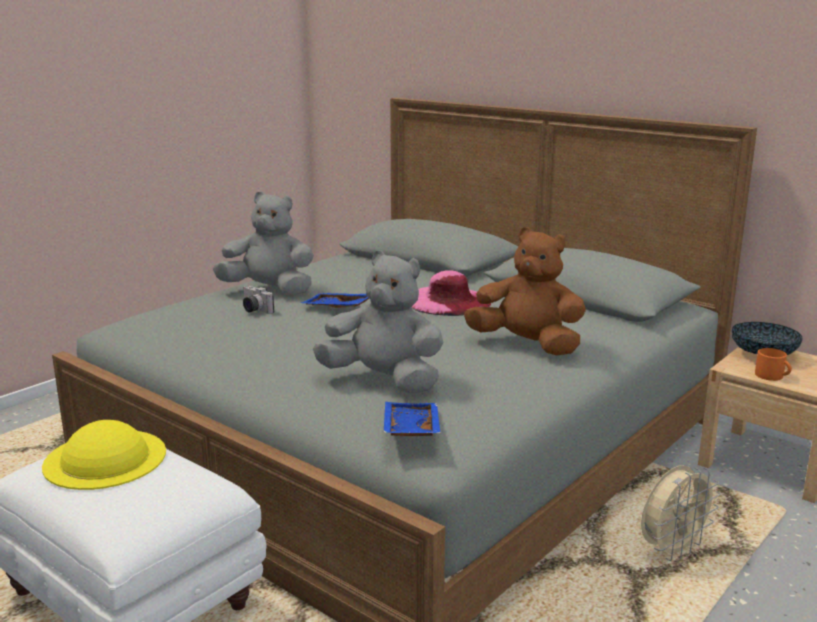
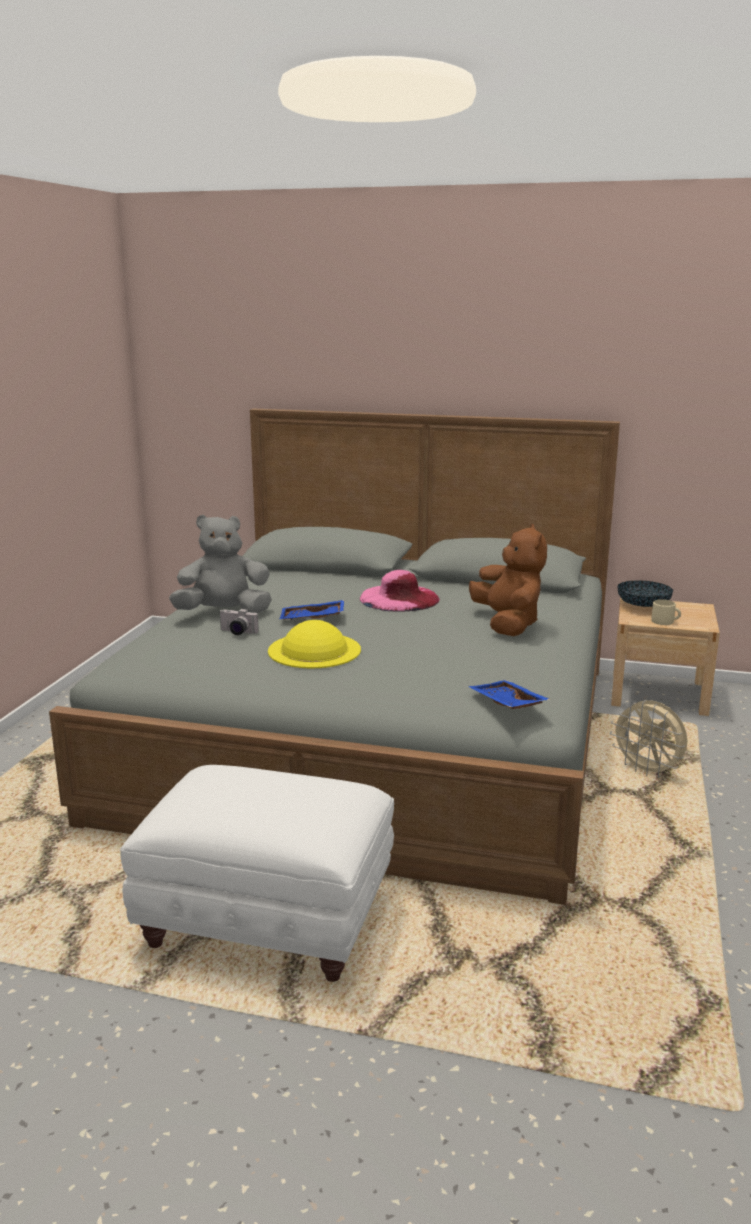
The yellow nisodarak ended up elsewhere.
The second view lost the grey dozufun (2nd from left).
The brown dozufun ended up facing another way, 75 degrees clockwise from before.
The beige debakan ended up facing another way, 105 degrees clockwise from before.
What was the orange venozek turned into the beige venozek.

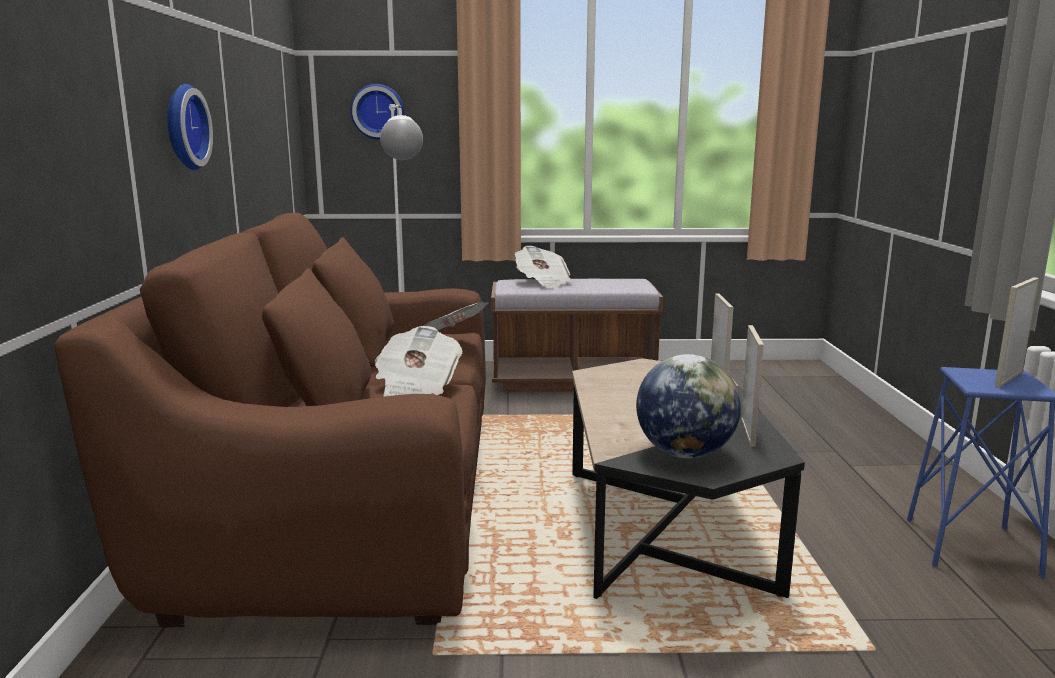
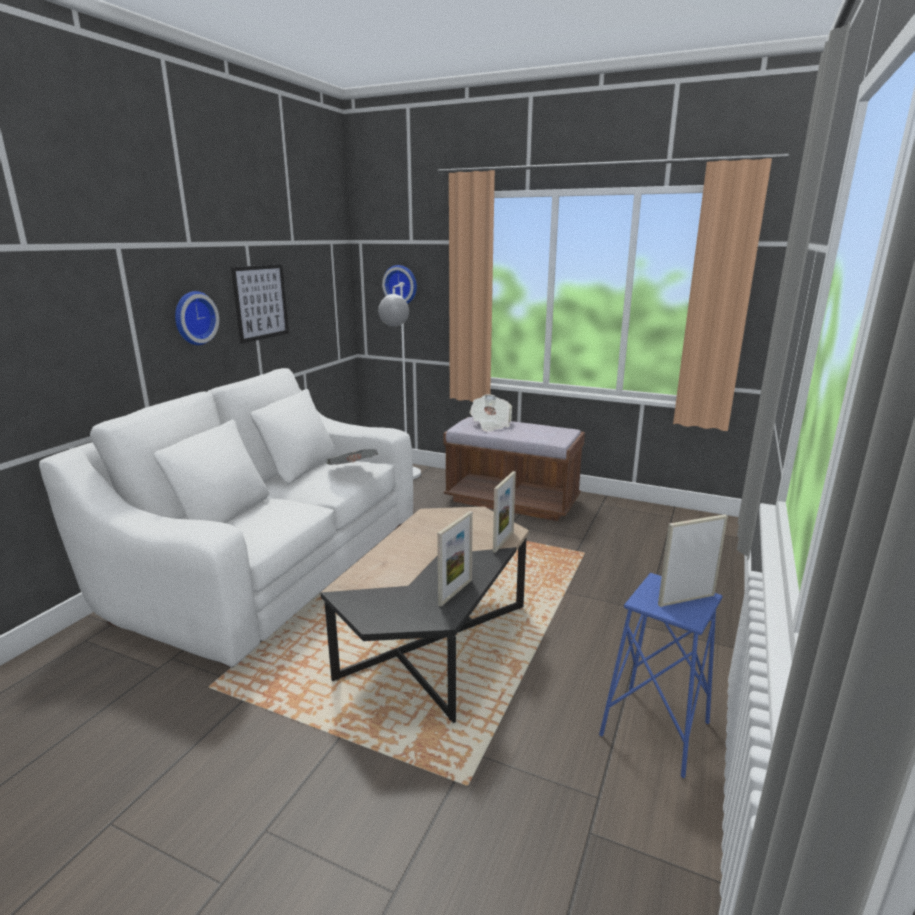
What was the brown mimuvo turned into the white mimuvo.
The second view lost the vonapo (1st from left).
The second view lost the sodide.
The second view gained the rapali.

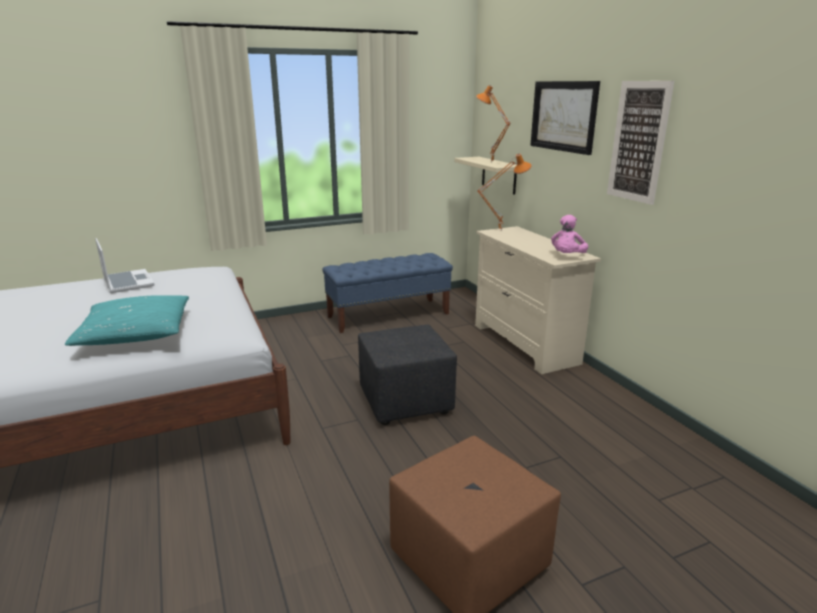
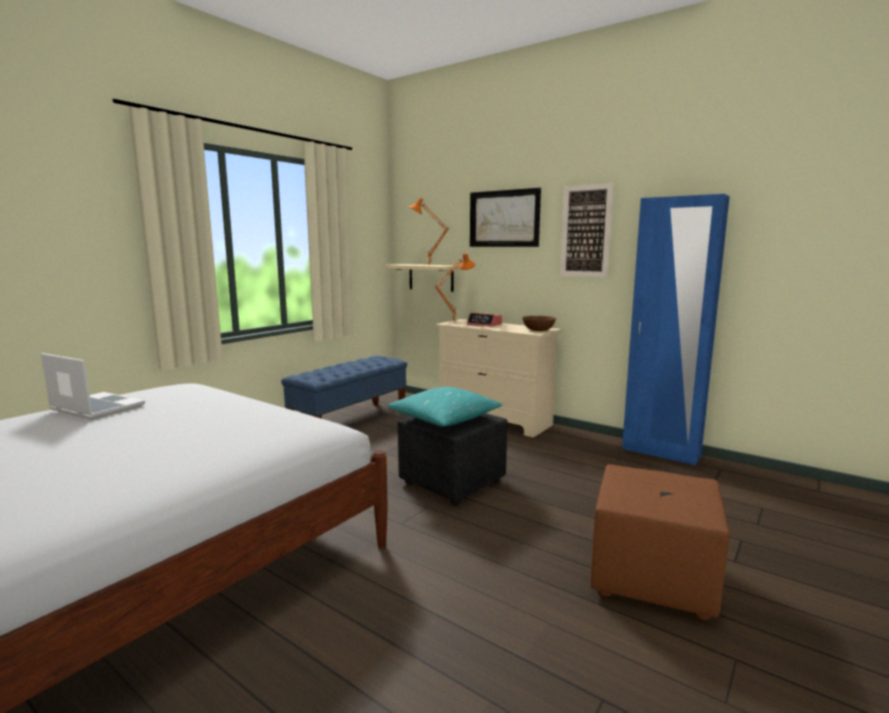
The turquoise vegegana ended up elsewhere.
Where the pink dozufun stood, the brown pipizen came to stand.
The second view gained the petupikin.
The second view gained the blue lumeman.

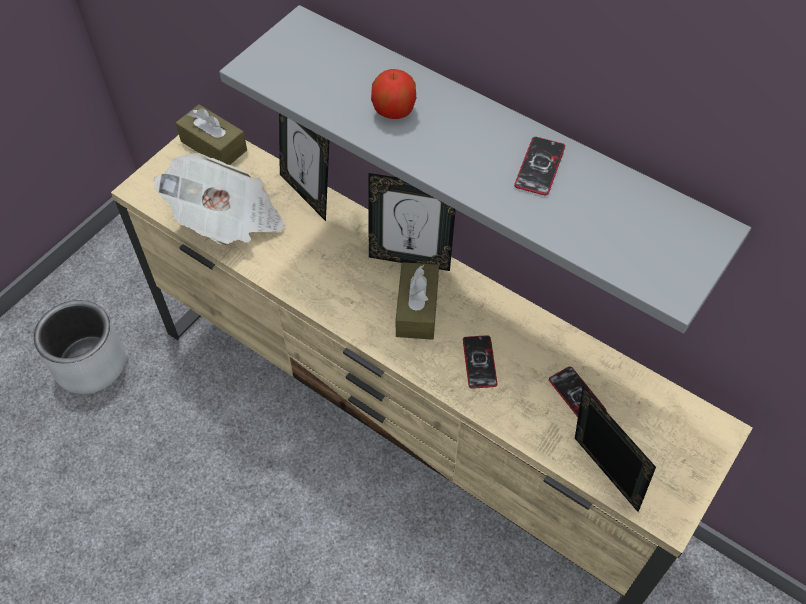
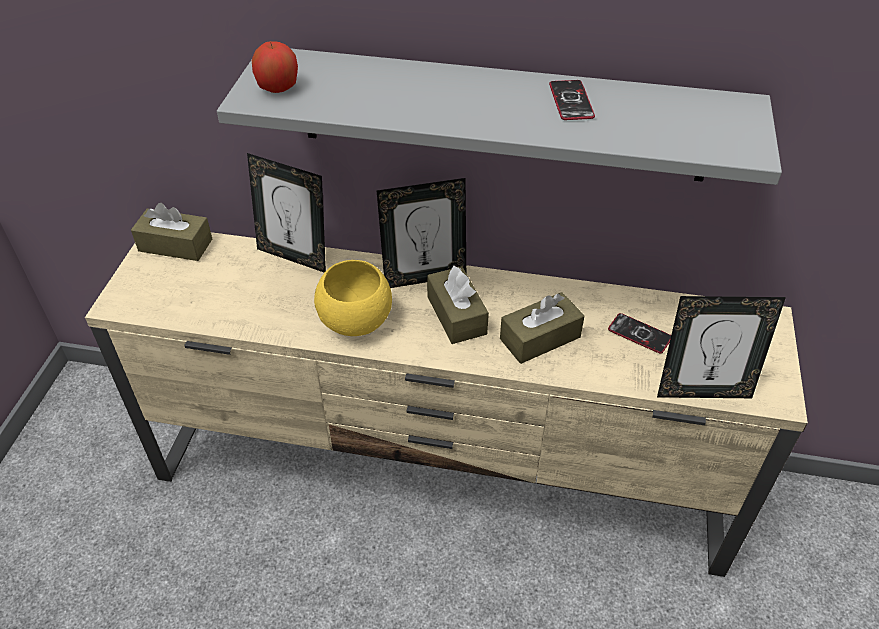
The second view lost the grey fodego.
The second view lost the vonapo.
The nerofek ended up elsewhere.
Where the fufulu (1st from left) stood, the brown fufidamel (3rd from left) came to stand.
The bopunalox (3rd from left) ended up facing another way, 150 degrees clockwise from before.
The second view gained the yellow pipizen.

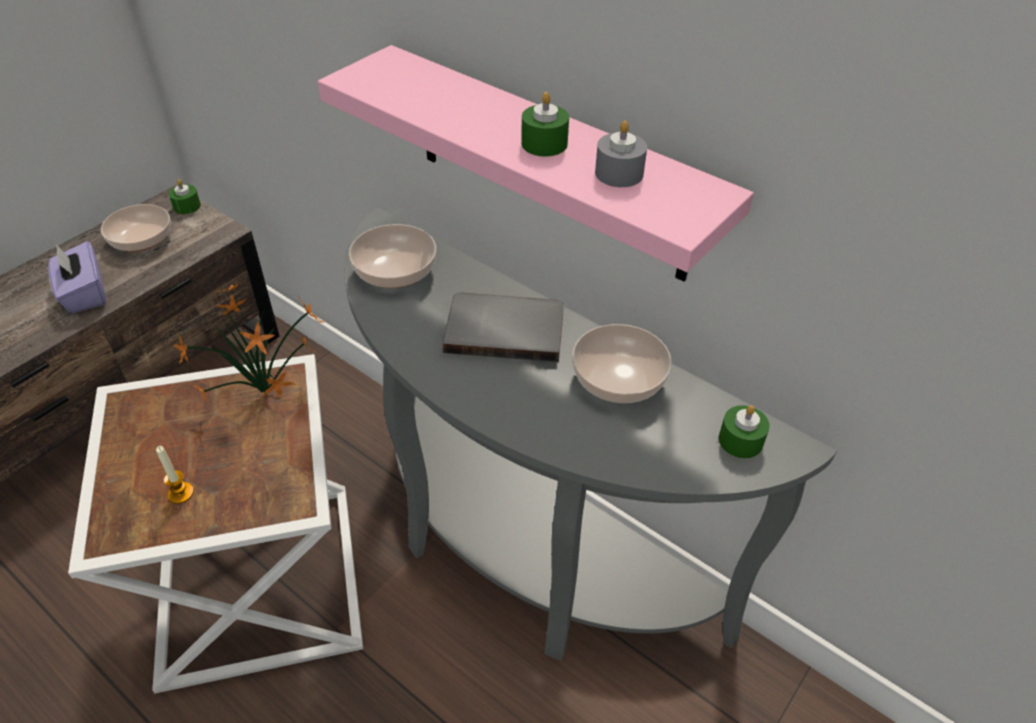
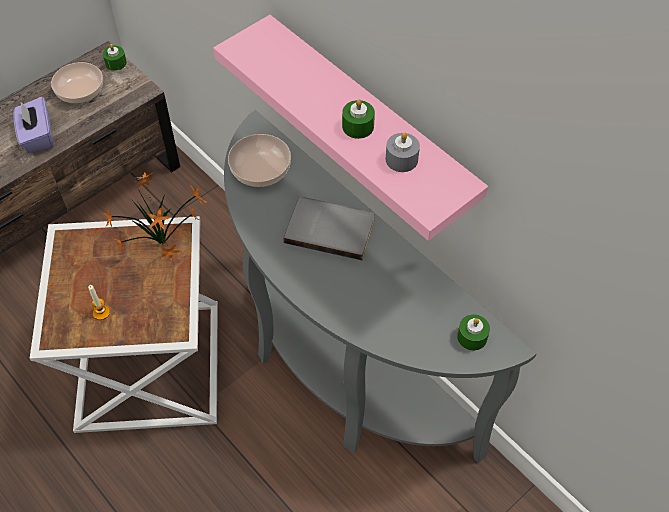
The second view lost the pipizen (3rd from left).

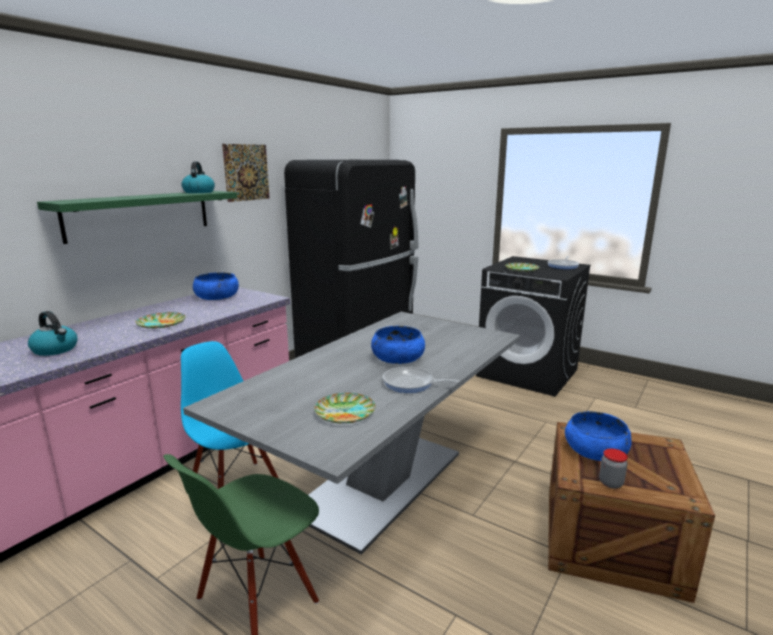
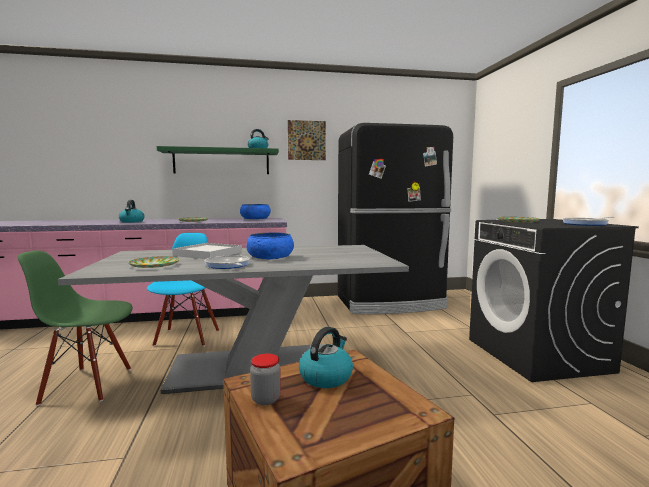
Where the blue pipizen (3rd from left) stood, the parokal (3rd from left) came to stand.
The second view gained the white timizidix.

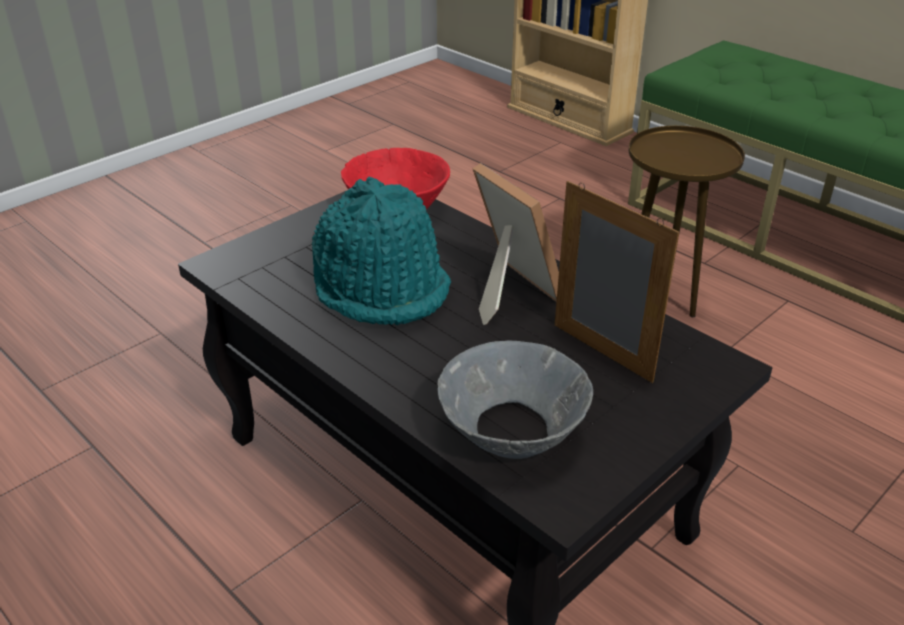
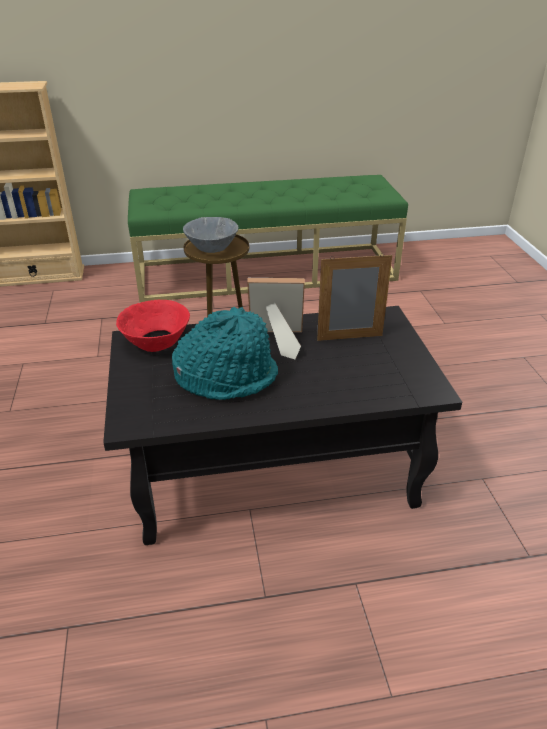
The grey pipizen ended up elsewhere.

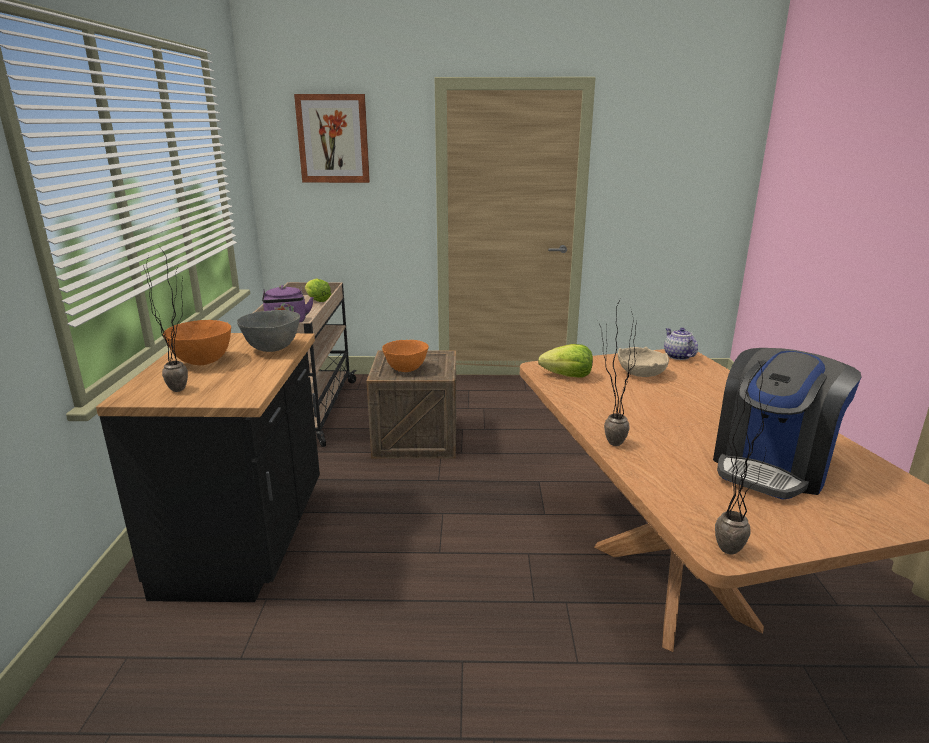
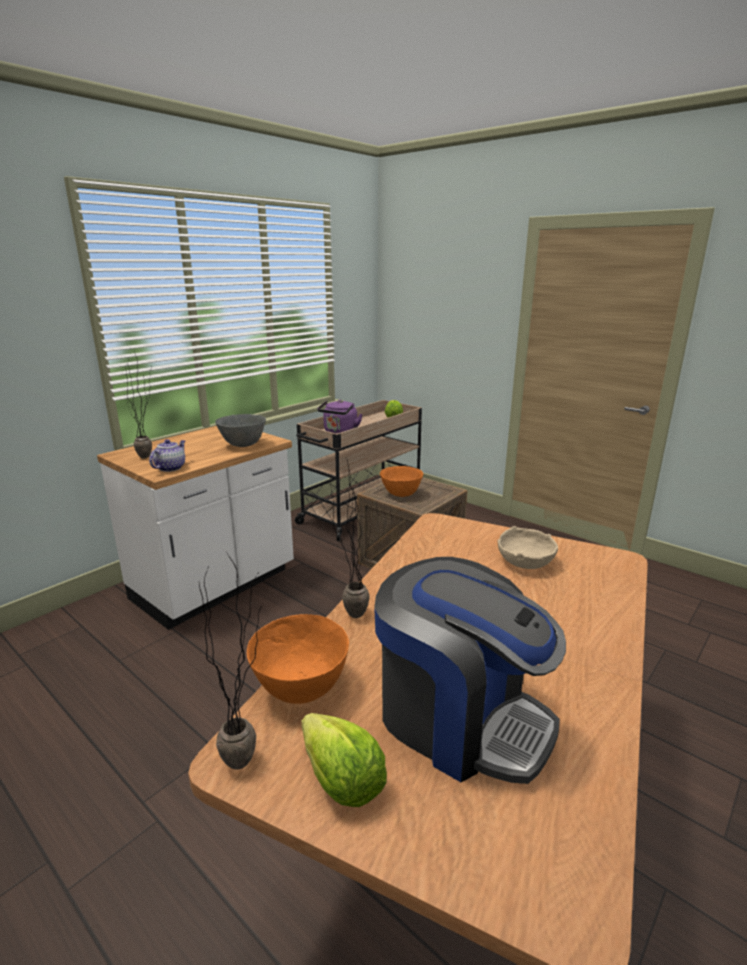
What was the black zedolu turned into the white zedolu.
The orange pipizen (1st from left) ended up elsewhere.
The second view lost the rapali.
The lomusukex (2nd from left in the first image) ended up elsewhere.
The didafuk ended up elsewhere.
The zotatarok ended up facing another way, 135 degrees counterclockwise from before.

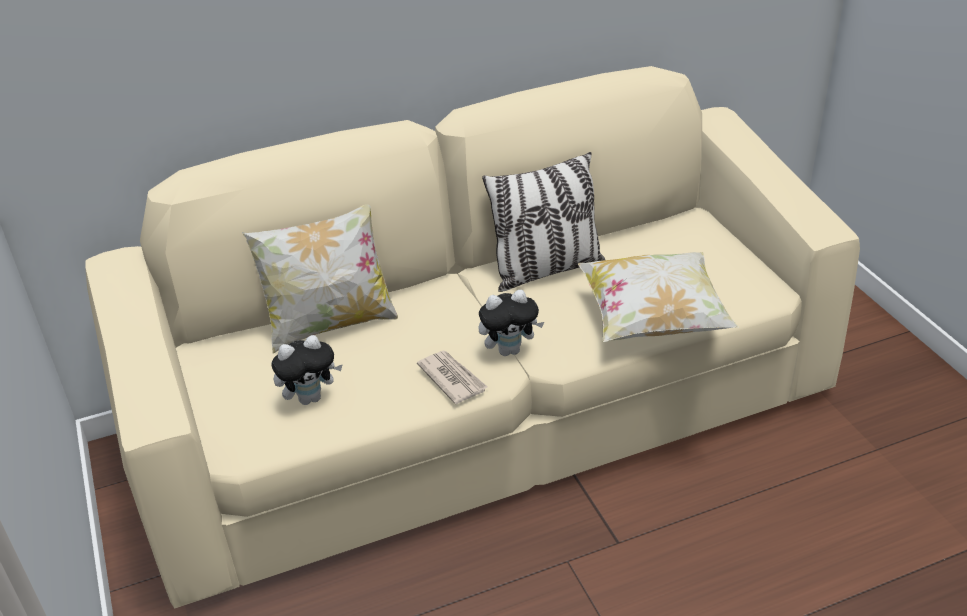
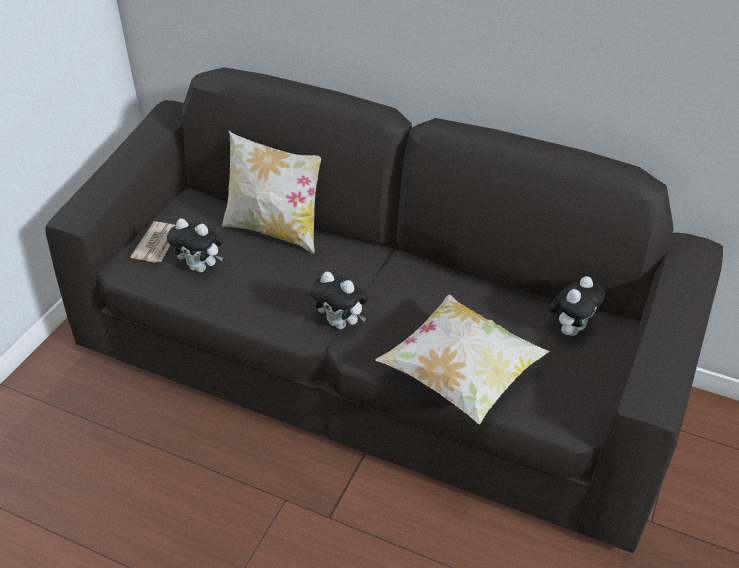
What was the beige mimuvo turned into the black mimuvo.
The vonapo ended up elsewhere.
The second view lost the vegegana (2nd from left).
The second view gained the dozufun (3rd from left).

